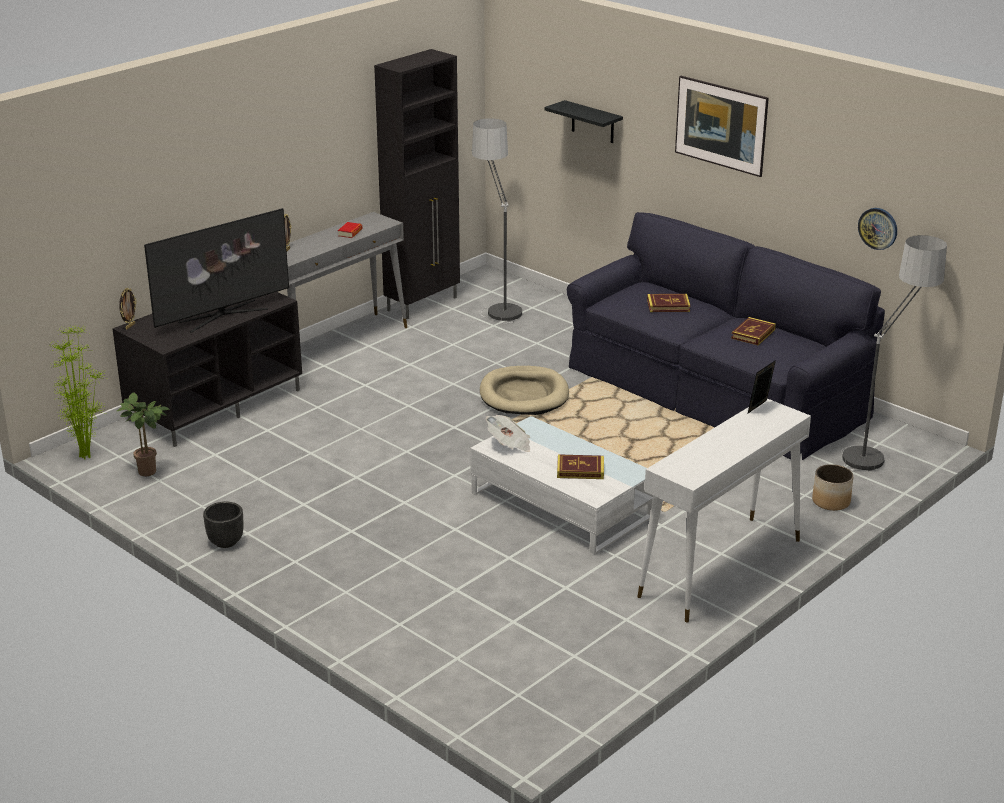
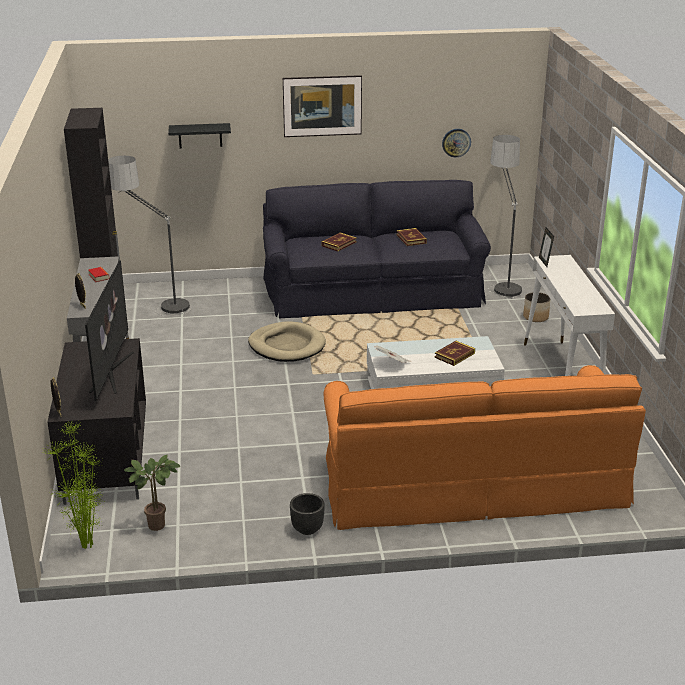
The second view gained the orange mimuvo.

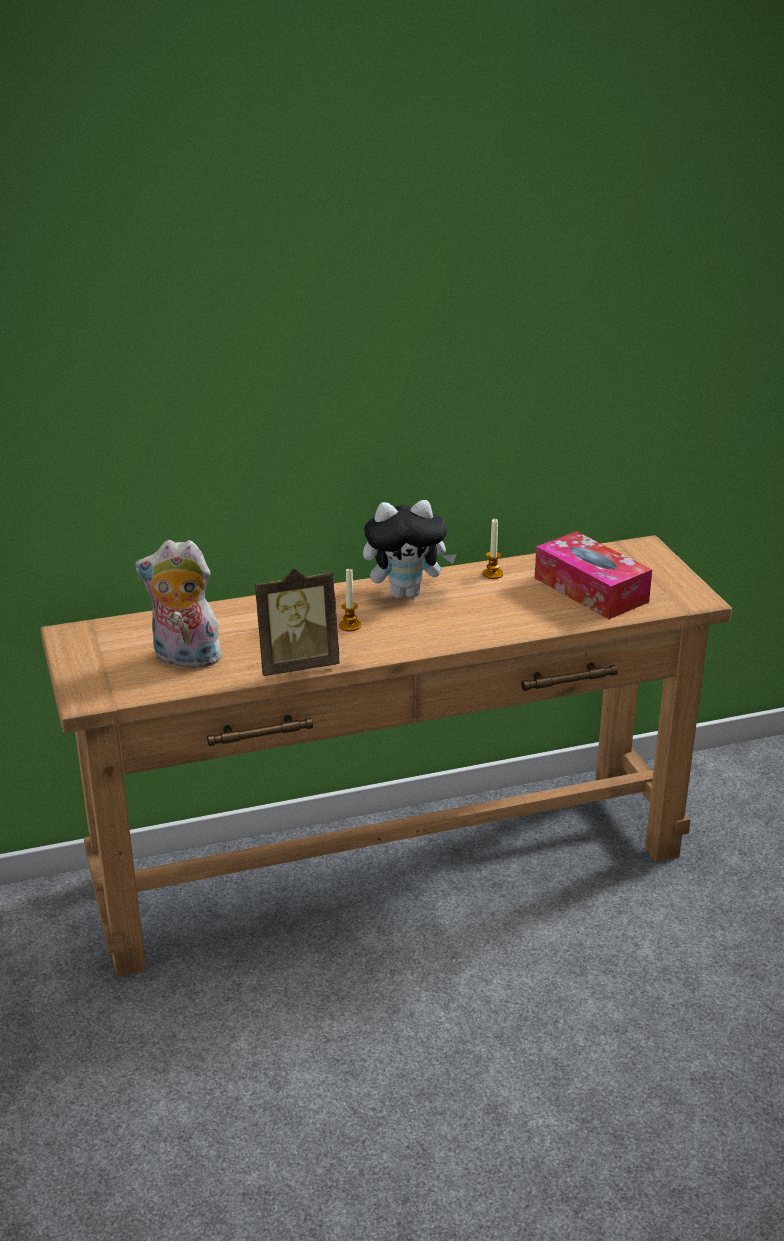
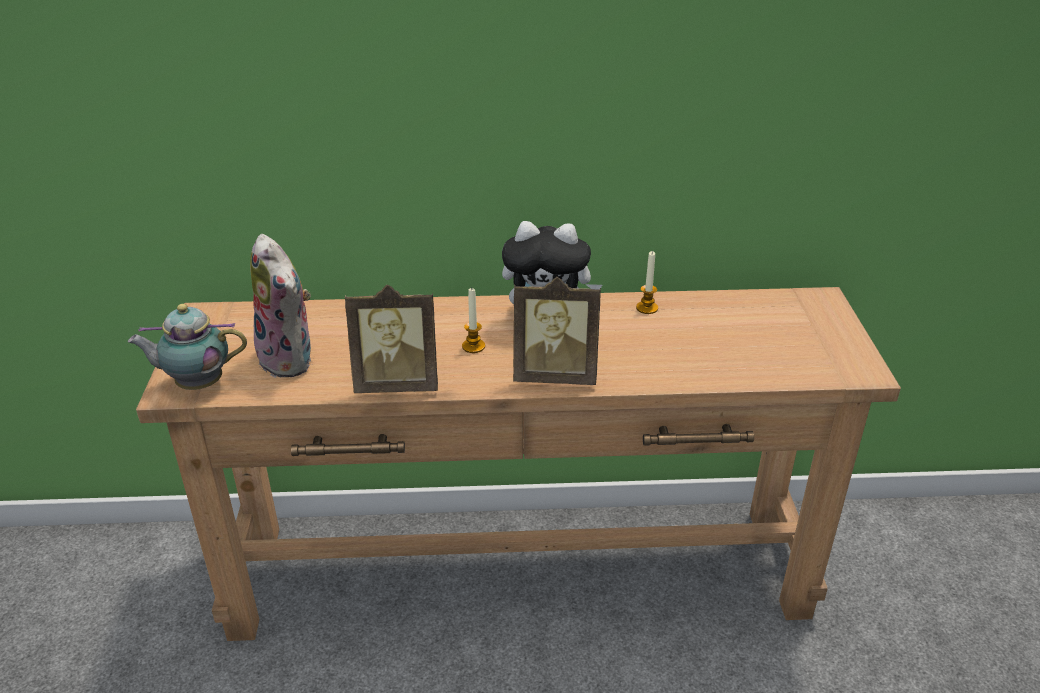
The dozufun (1st from left) ended up facing another way, 150 degrees counterclockwise from before.
The second view lost the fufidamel.
The second view gained the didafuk.
The second view gained the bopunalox (2nd from left).

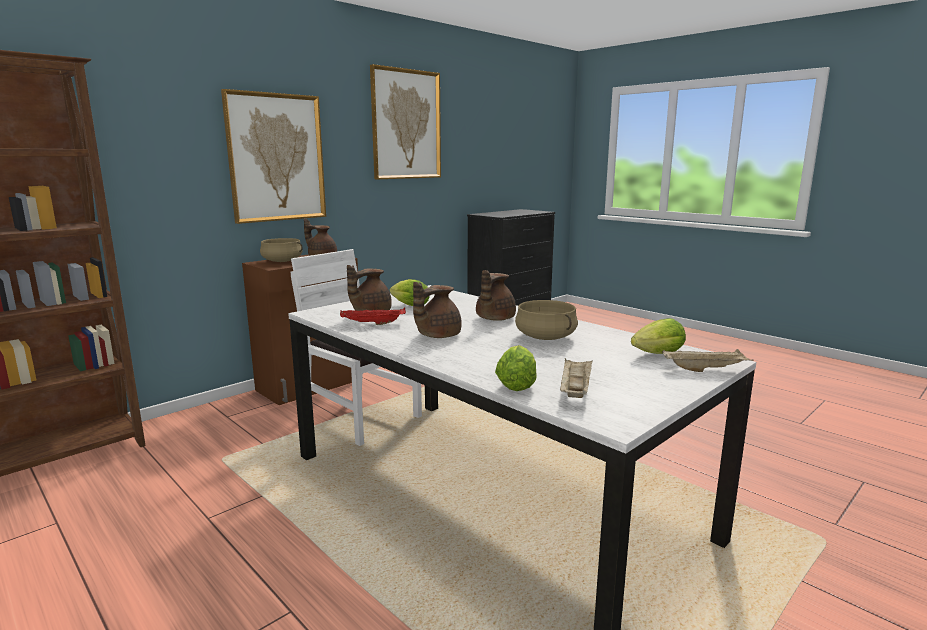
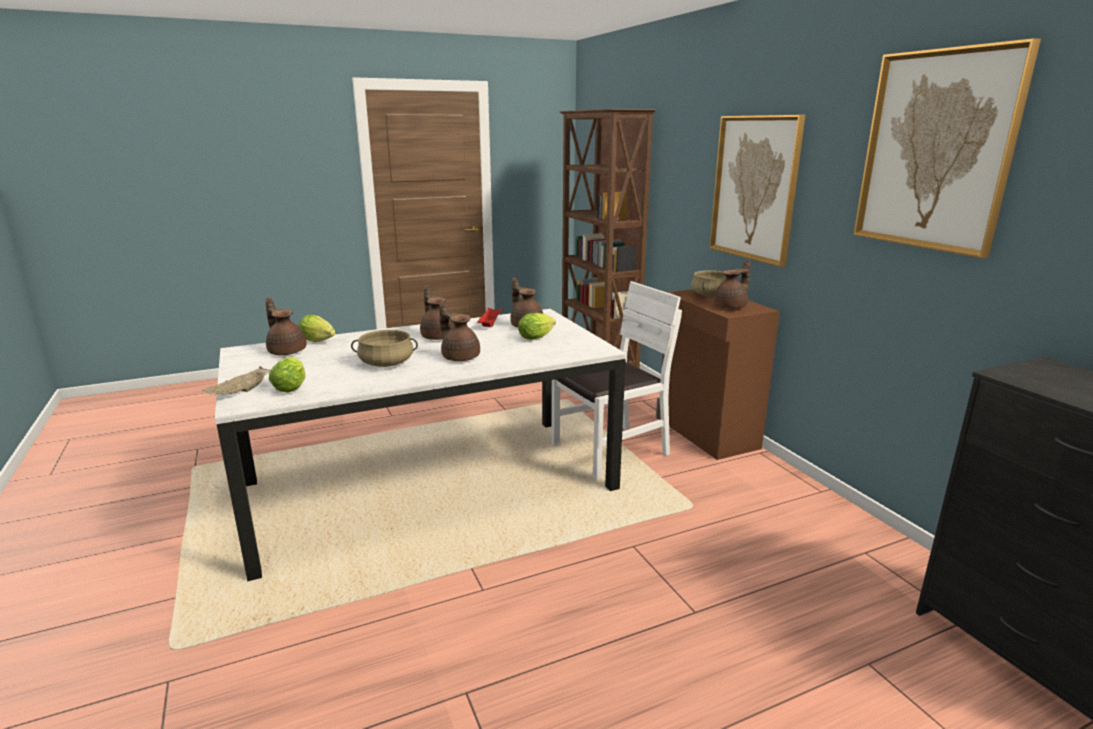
Where the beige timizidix (1st from left) stood, the brown didafuk (1st from left) came to stand.

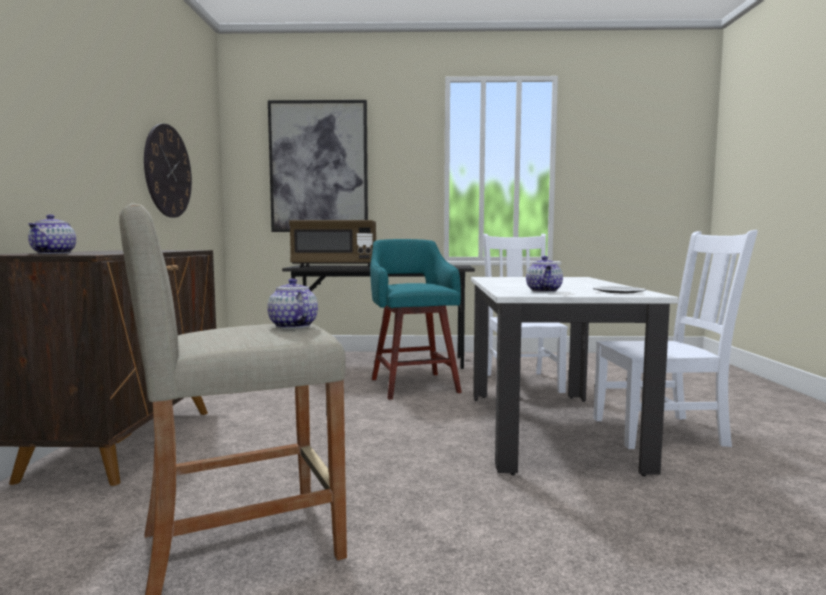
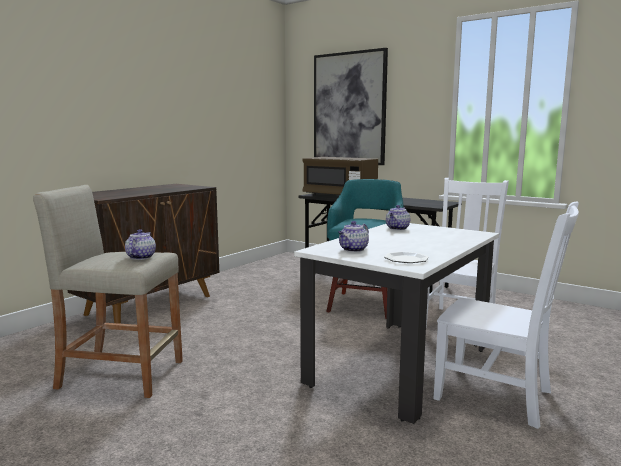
The didafuk (1st from left in the first image) ended up elsewhere.
The second view lost the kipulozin.

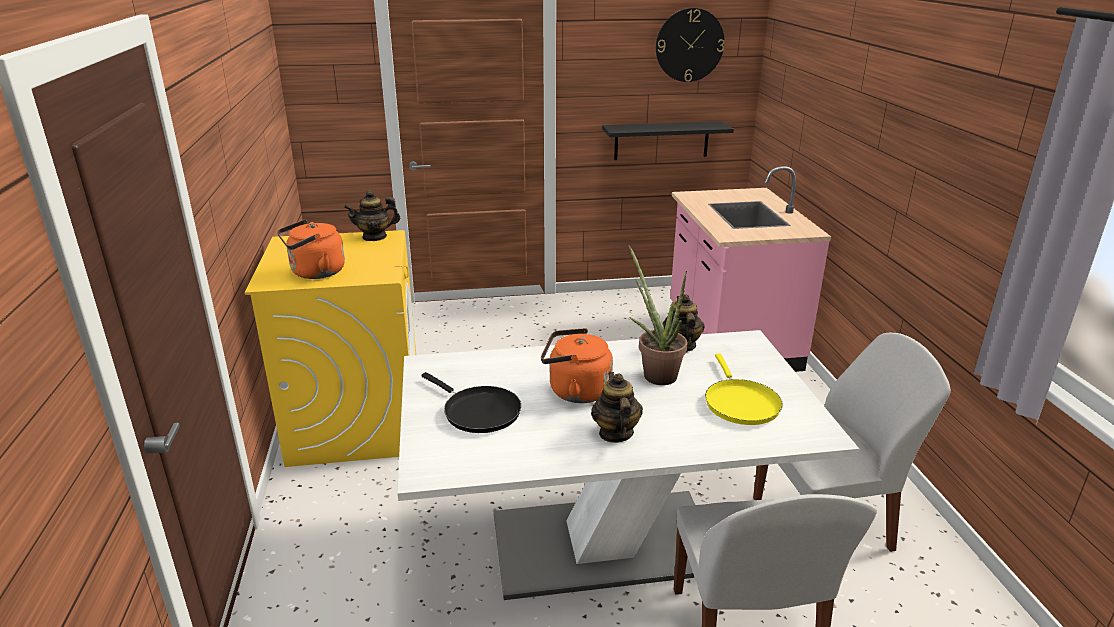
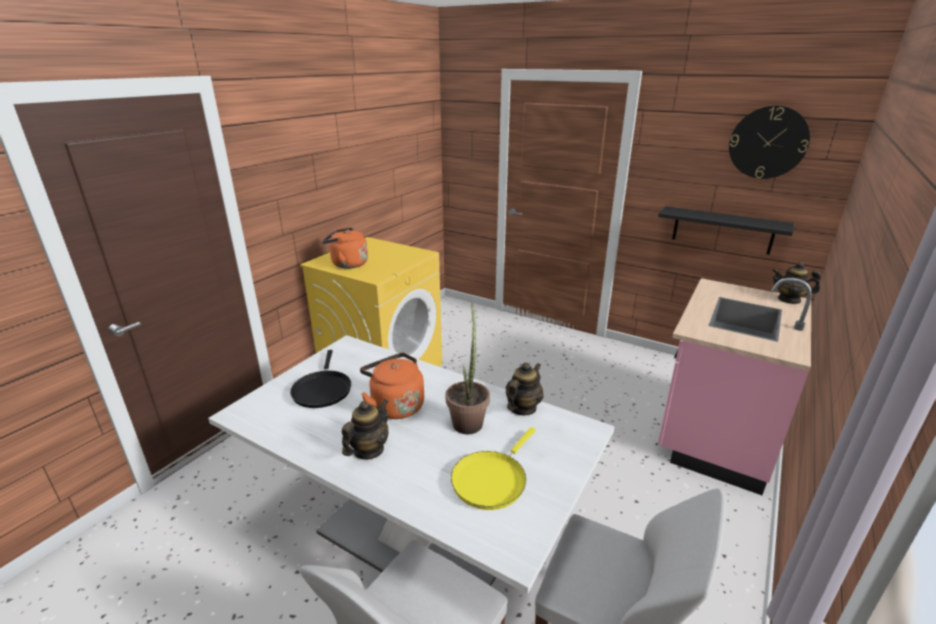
The didafuk (1st from left in the first image) ended up elsewhere.

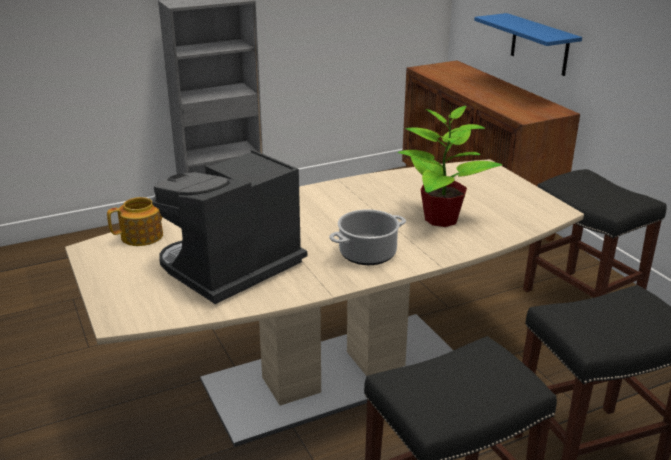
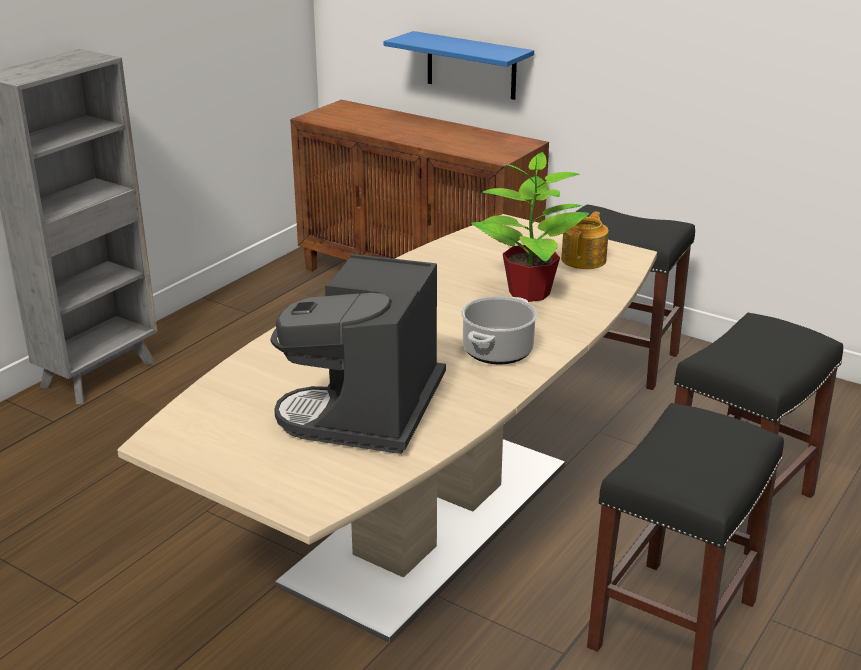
The didafuk ended up elsewhere.

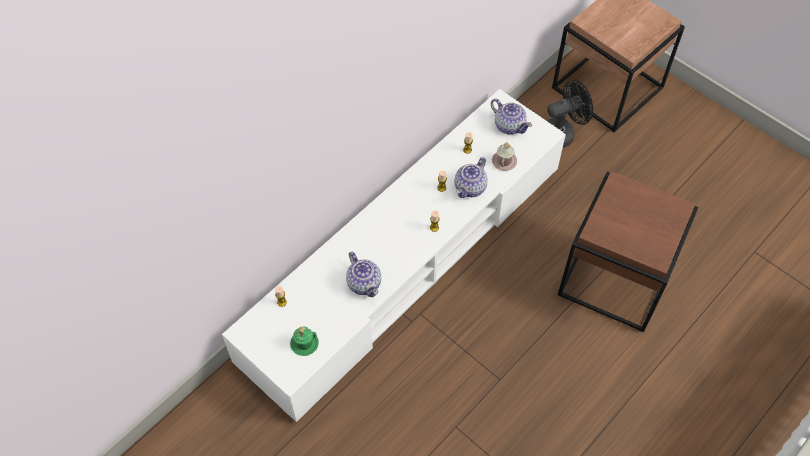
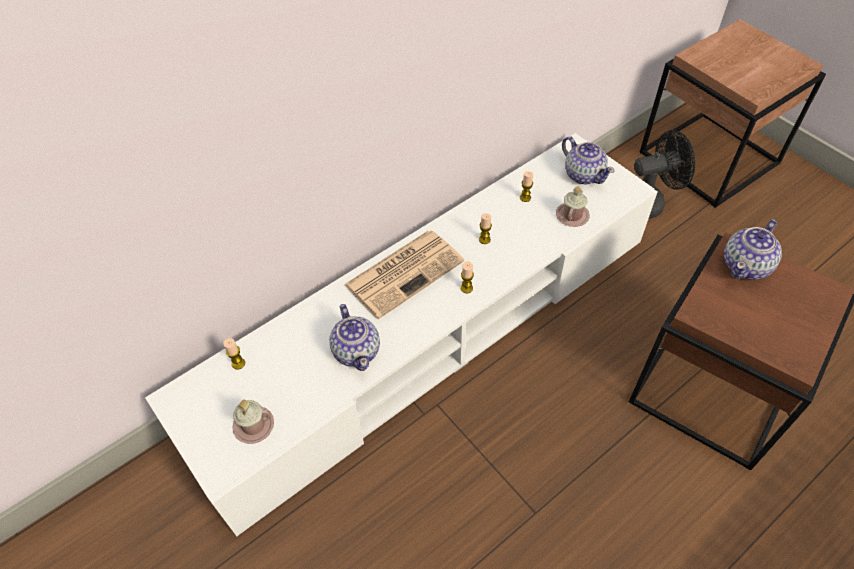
What was the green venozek turned into the pink venozek (1st from left).
The didafuk (2nd from left in the first image) ended up elsewhere.
The second view gained the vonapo.

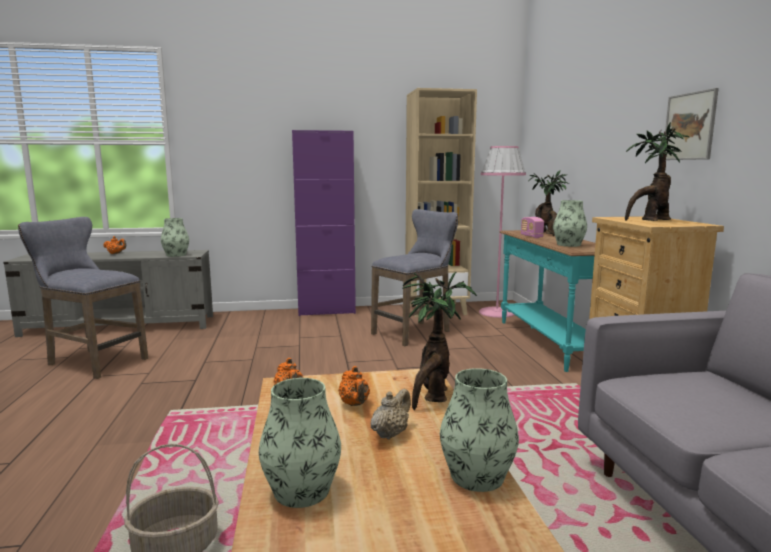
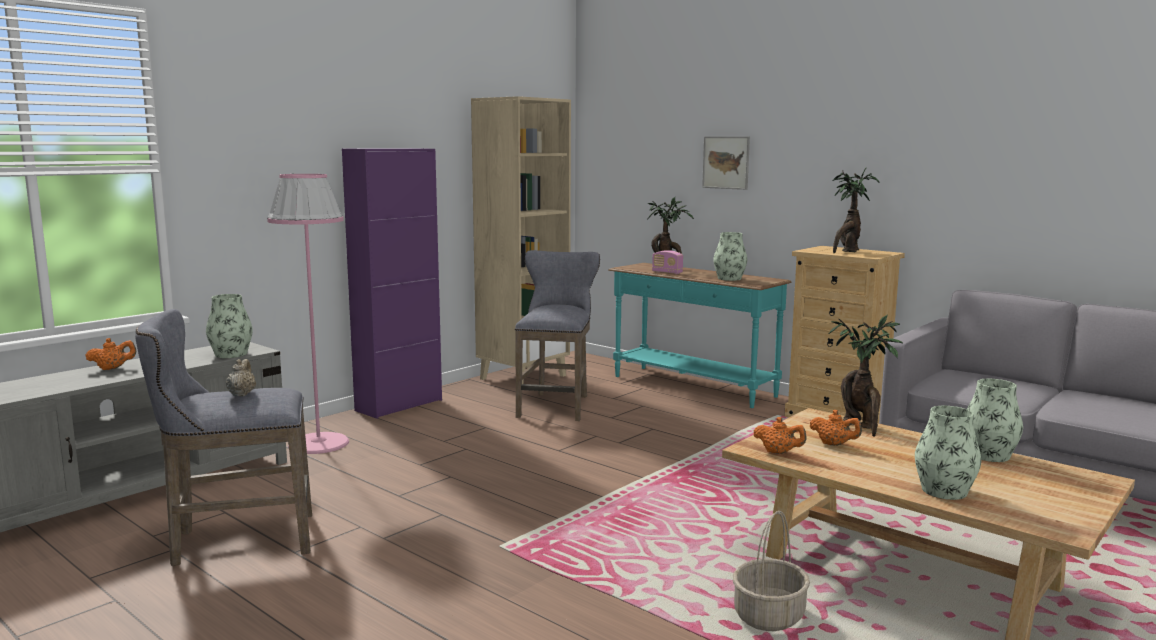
The beige didafuk ended up elsewhere.
The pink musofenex ended up elsewhere.
The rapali ended up elsewhere.

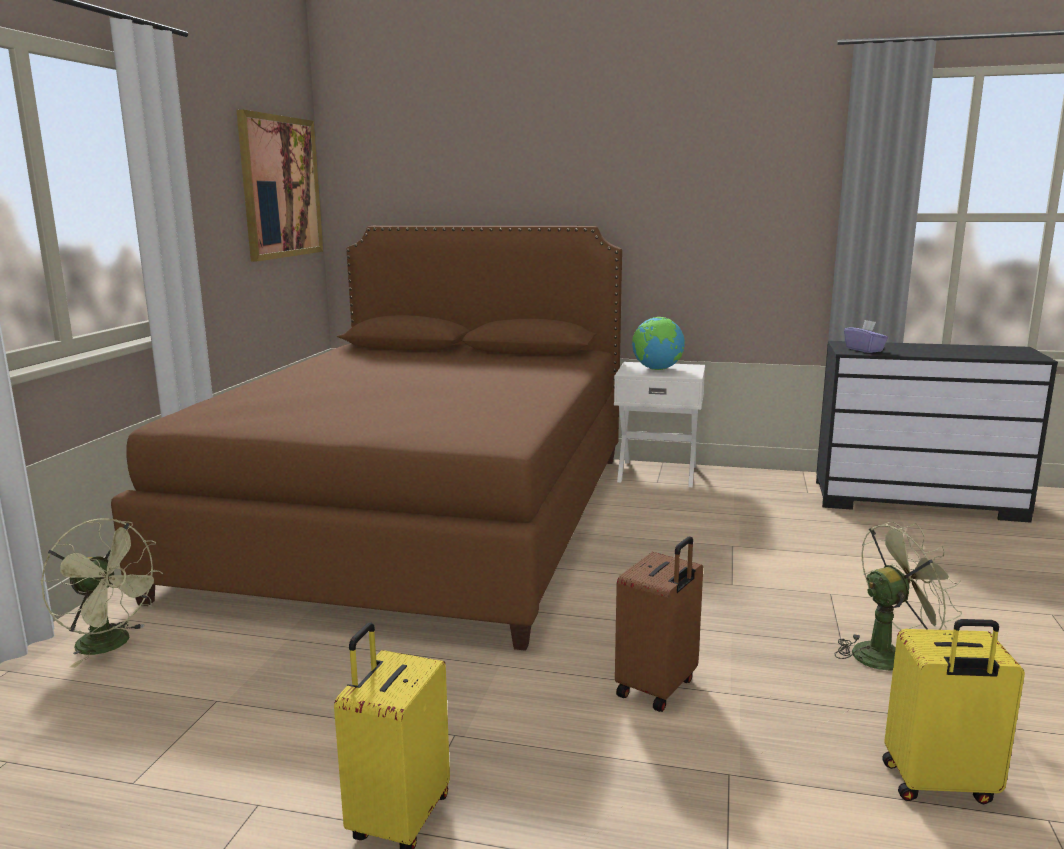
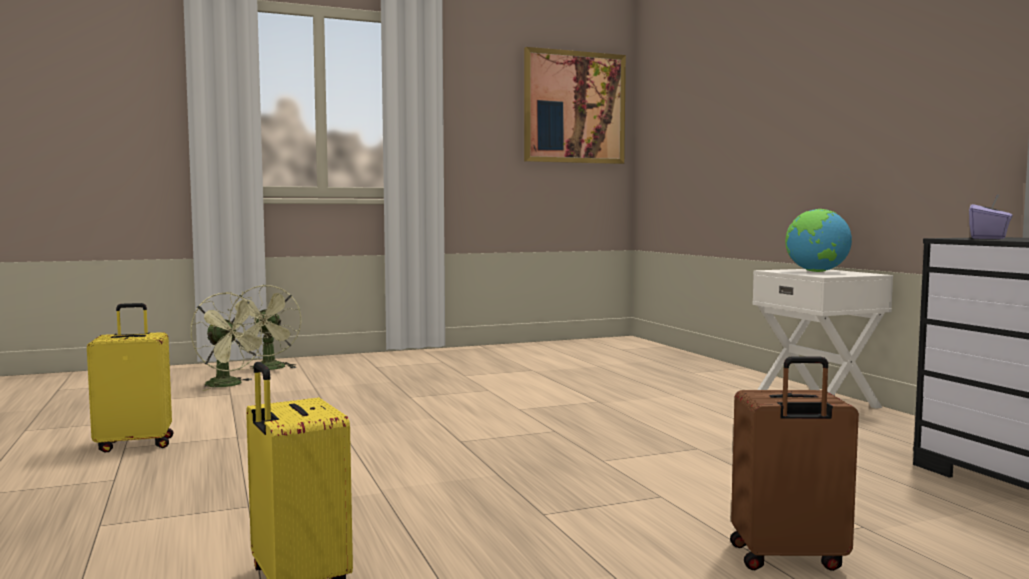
The second view lost the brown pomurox.
The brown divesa ended up elsewhere.
The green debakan (2nd from left in the first image) ended up elsewhere.

